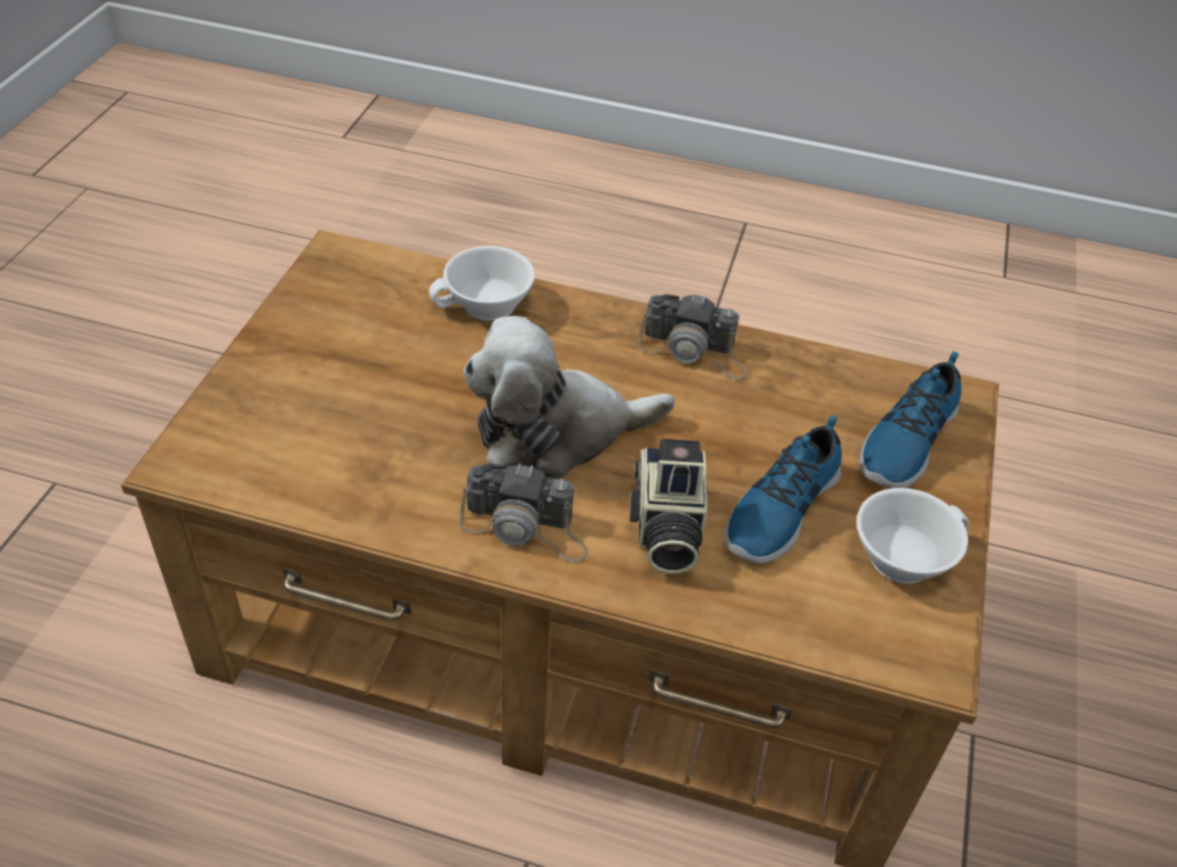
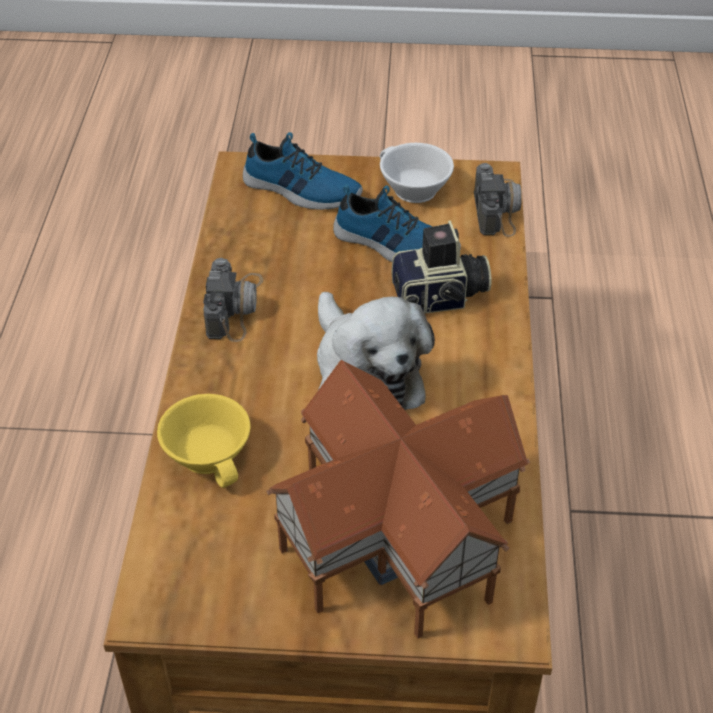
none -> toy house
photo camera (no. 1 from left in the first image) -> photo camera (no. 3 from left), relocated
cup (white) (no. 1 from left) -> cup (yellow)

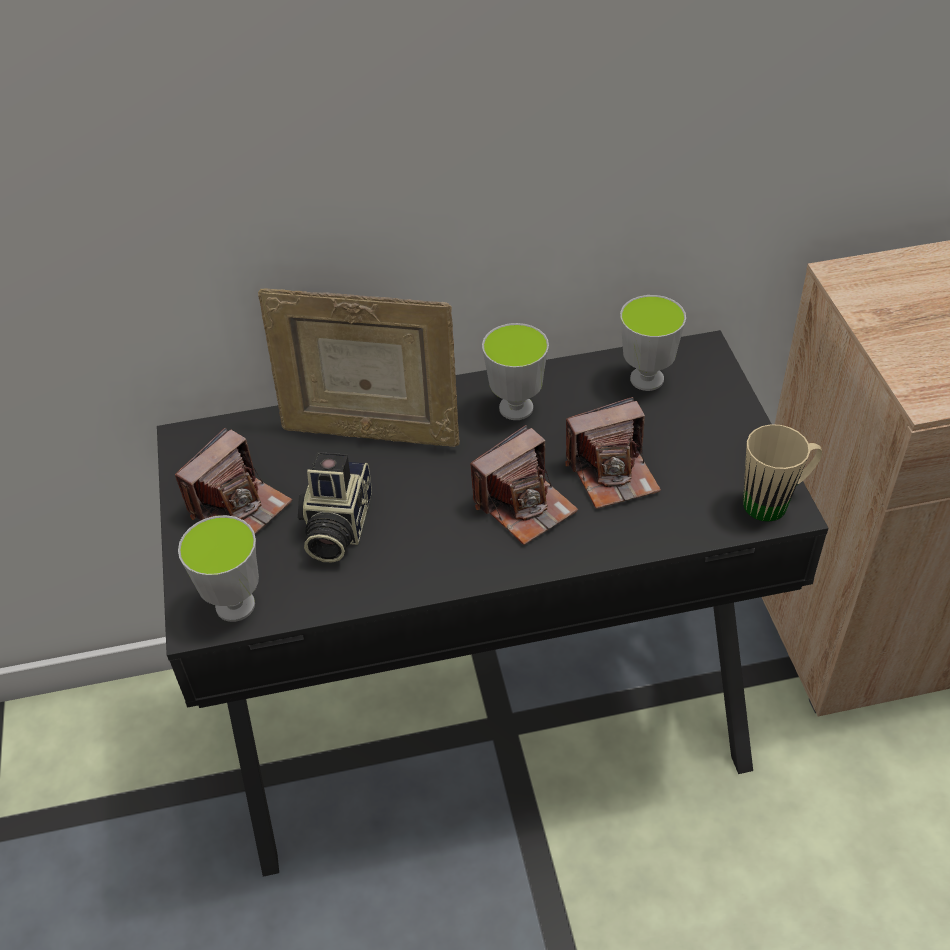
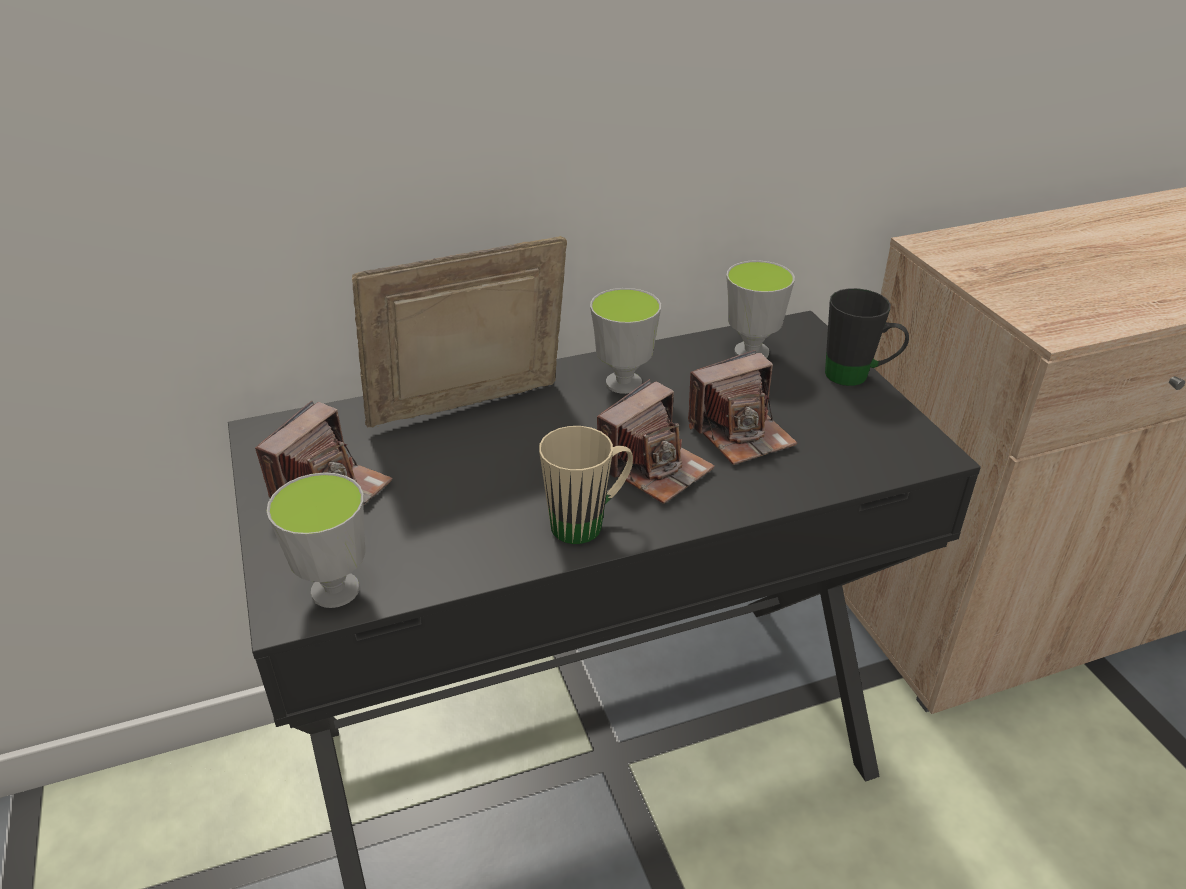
photo camera (no. 2 from left) -> none
none -> mug (black)
mug (beige), relocated
picture frame, 150 degrees clockwise

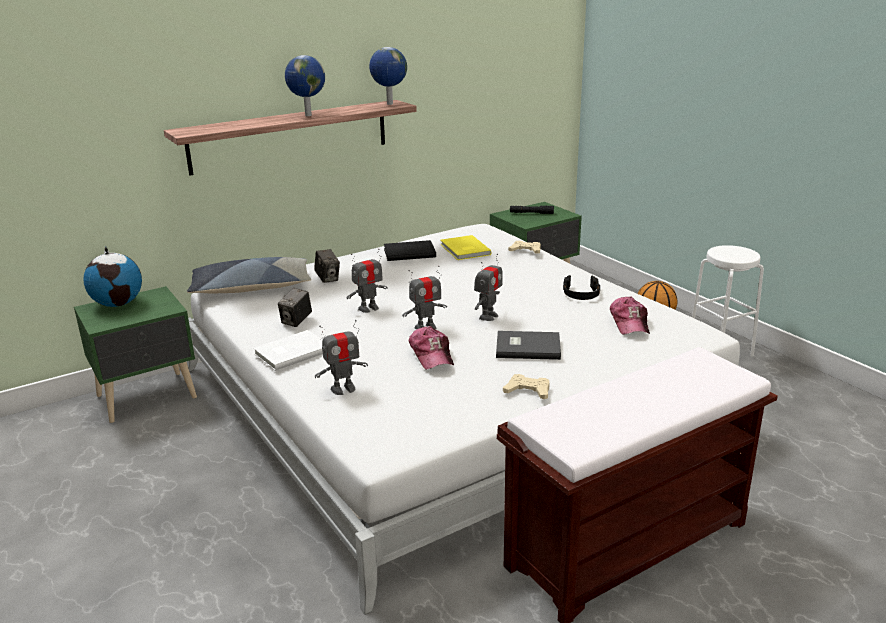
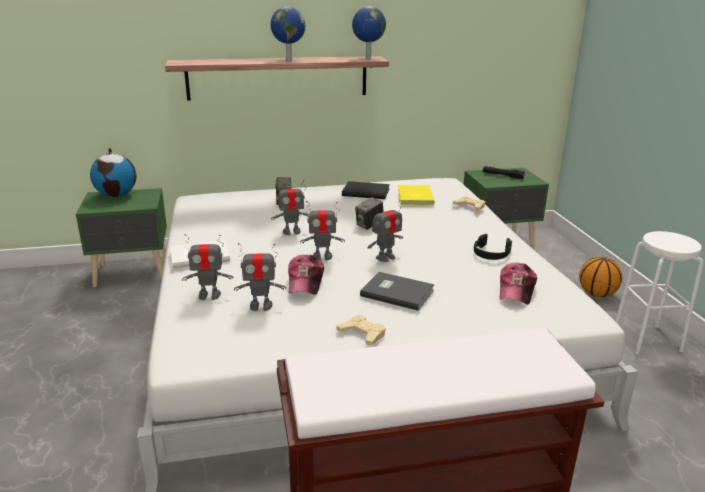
pillow -> none
none -> toy robot (no. 2 from left)
photo camera (no. 1 from left in the first image) -> photo camera (no. 2 from left), relocated

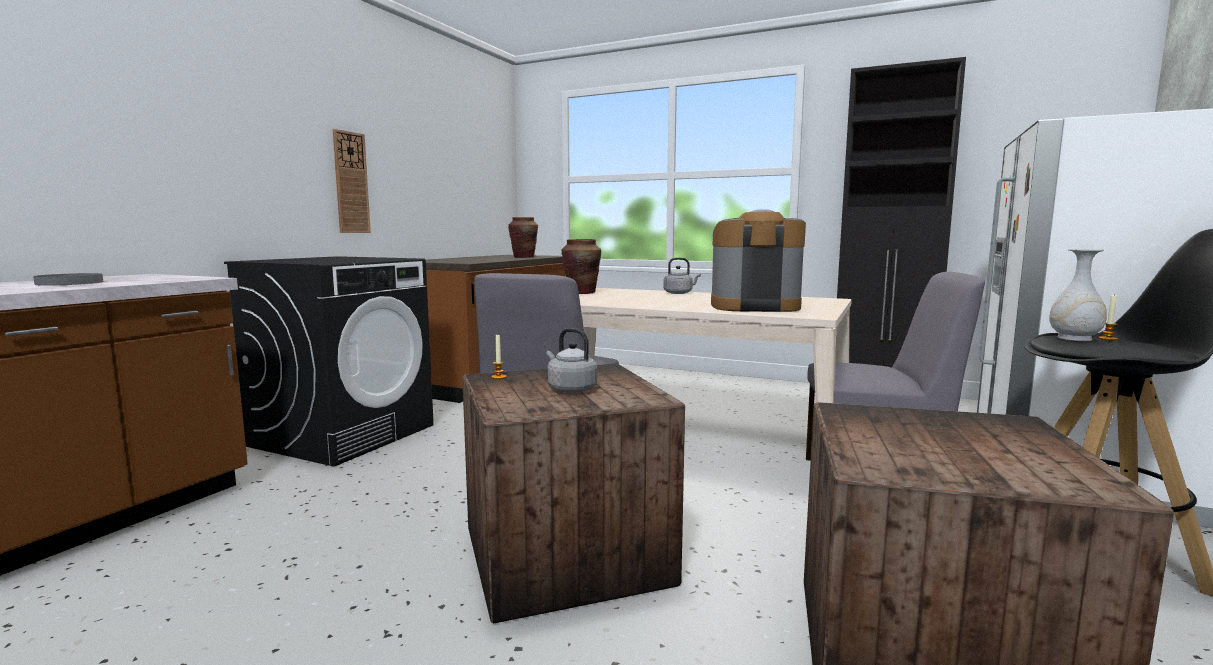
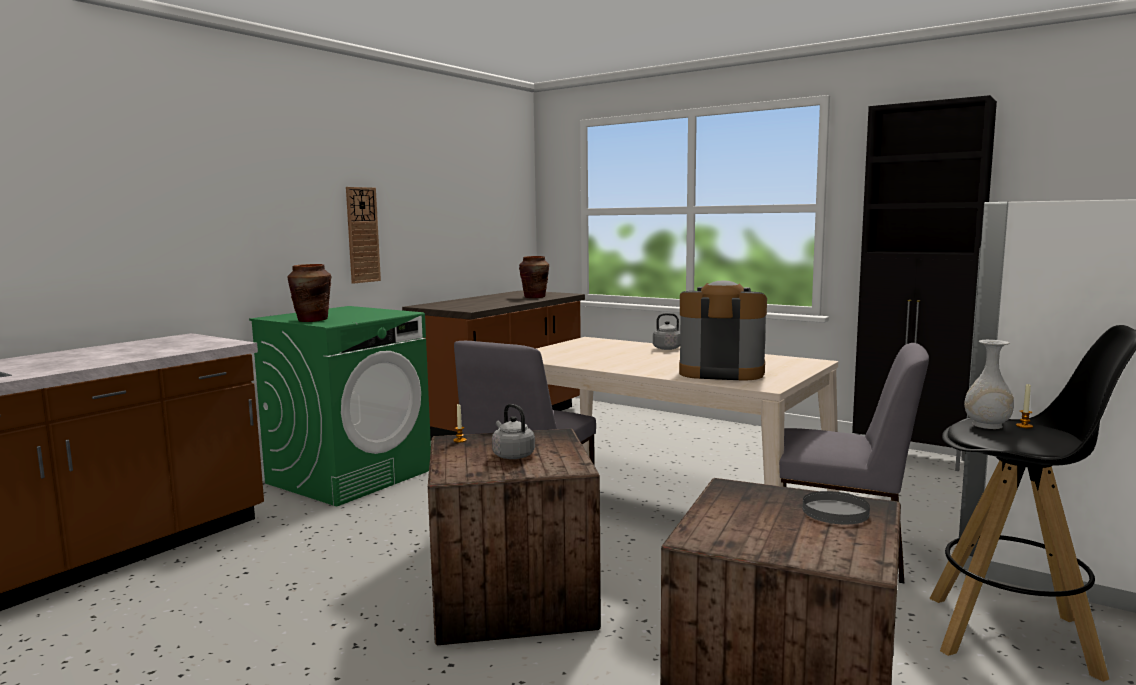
plate (grey), relocated
vase (brown) (no. 2 from left in the first image) -> vase (brown) (no. 1 from left), relocated
washing machine (black) -> washing machine (green)

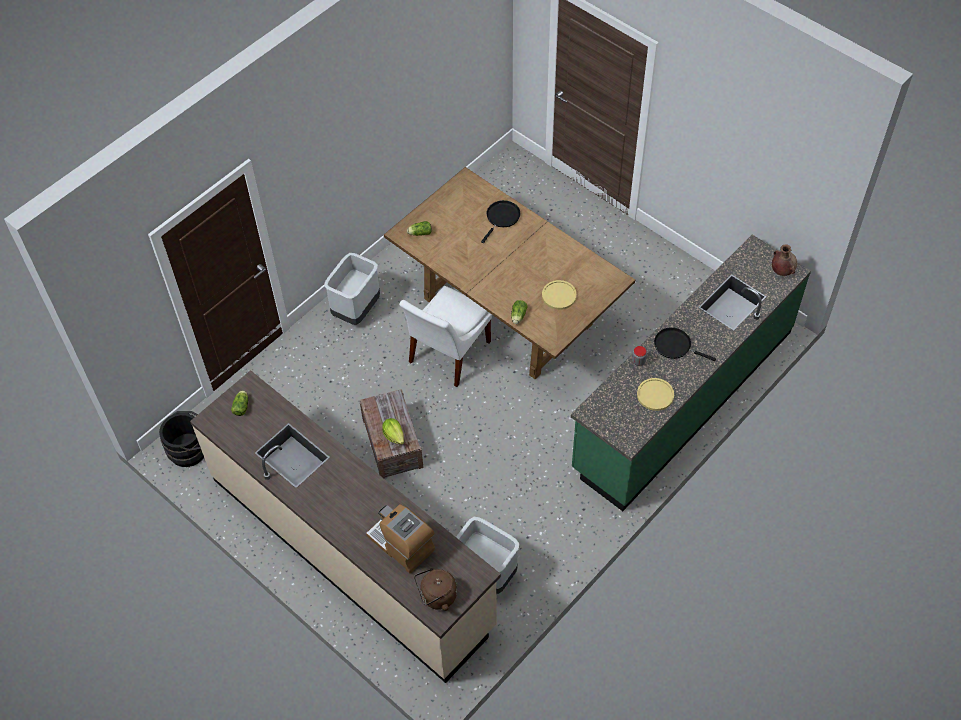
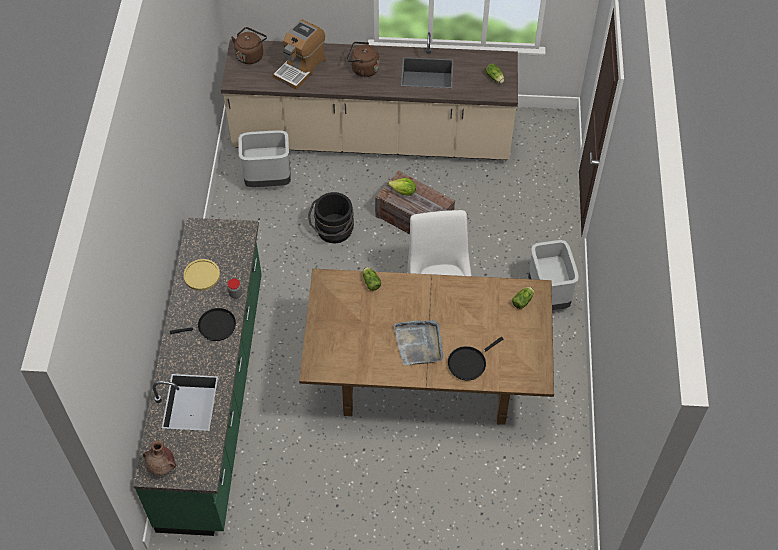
plate (yellow) (no. 1 from left) -> none
none -> kettle (brown) (no. 2 from left)
none -> tray (grey)
bucket (black), relocated
coffee machine, 120 degrees clockwise
frying pan (black) (no. 1 from left in the first image) -> frying pan (black) (no. 2 from left), 60 degrees clockwise

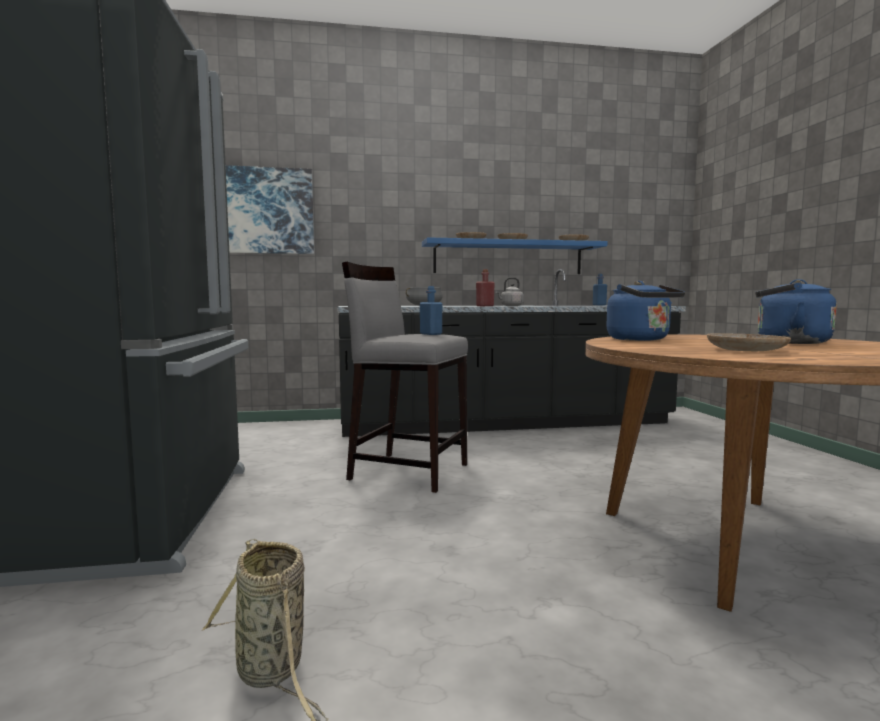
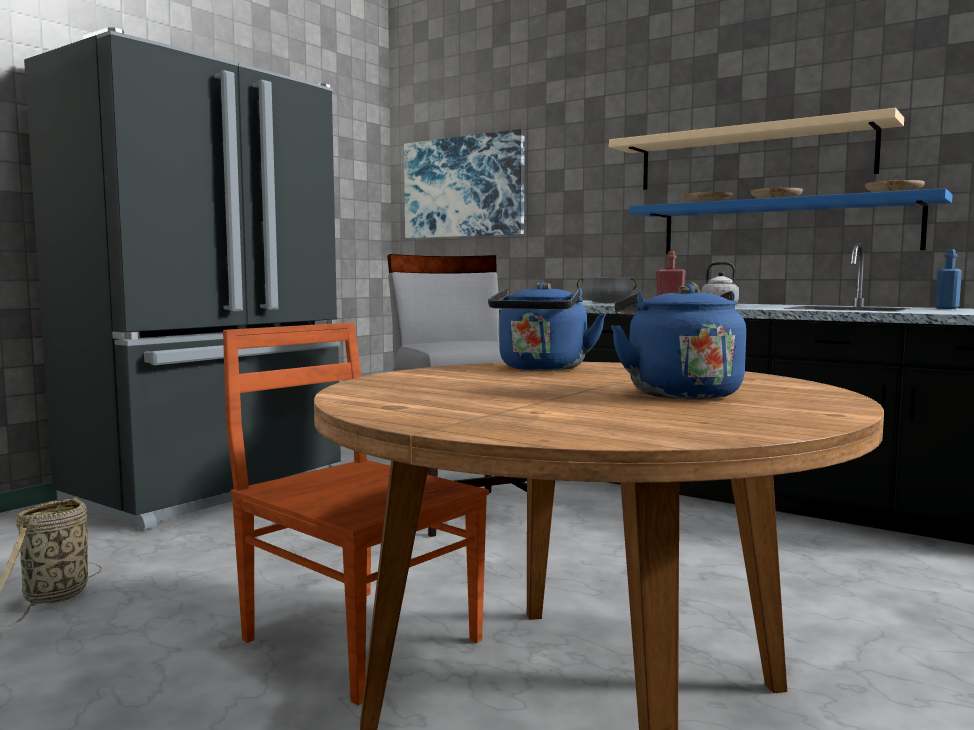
bottle (blue) (no. 1 from left) -> none
plate (beige) (no. 4 from left) -> none
none -> chair (brown)
none -> shelf (beige)

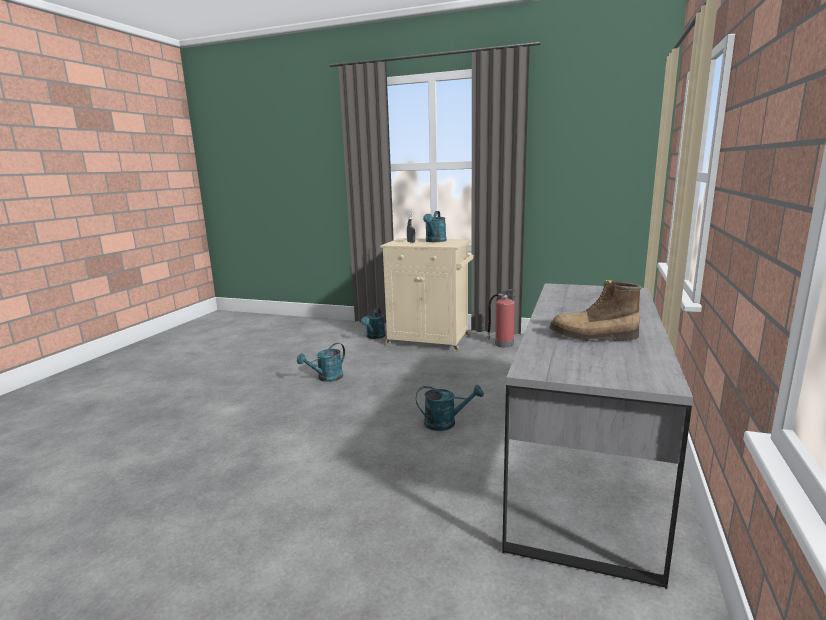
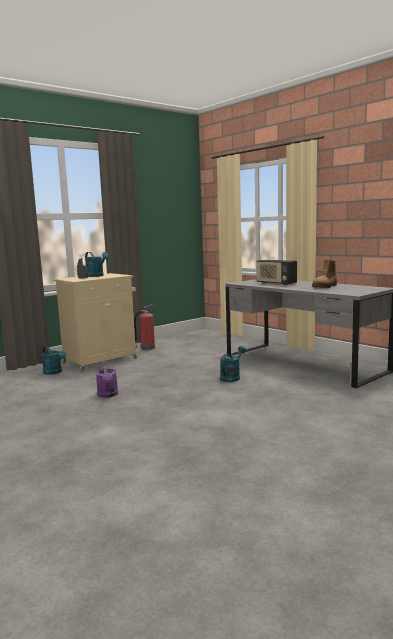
none -> radio
watering can (turquoise) (no. 1 from left) -> watering can (purple)

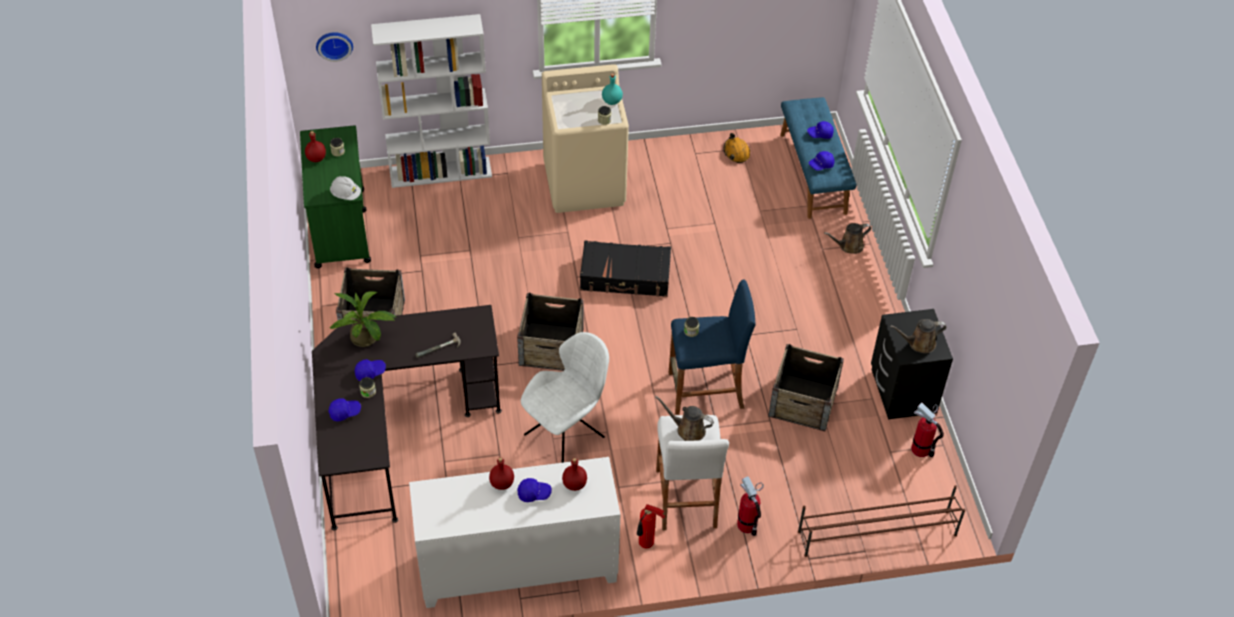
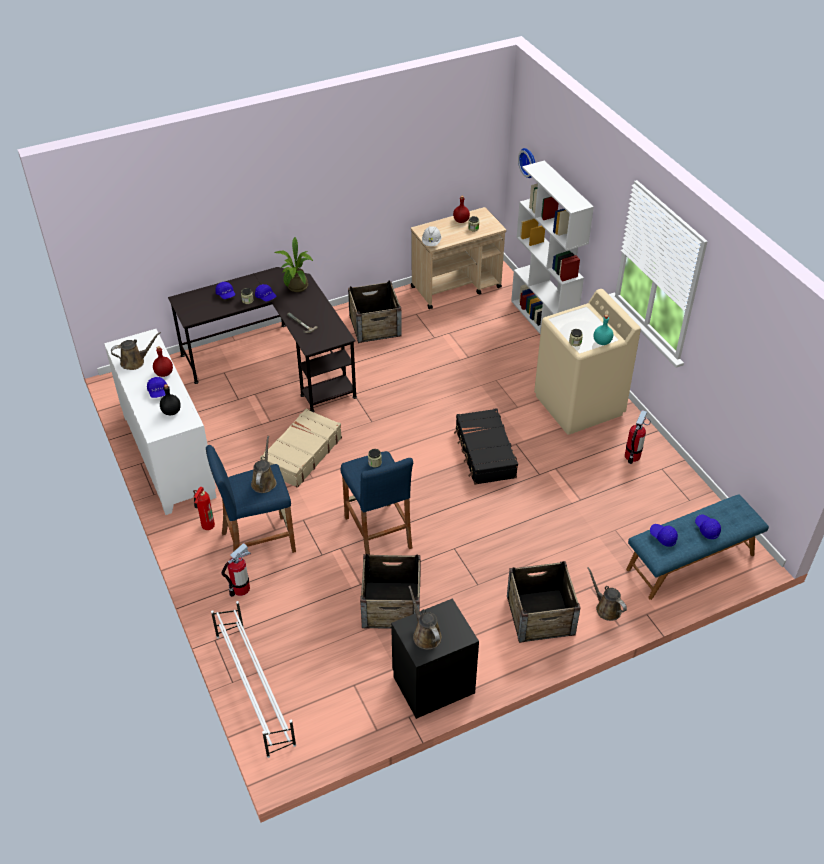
hard hat (orange) -> none
none -> watering can (brown) (no. 1 from left)
crate (no. 2 from left in the first image) -> crate (no. 3 from left), relocated
fire extinguisher (no. 3 from left), relocated
chair (white) -> suitcase (beige)
cart (green) -> cart (beige)
bottle (red) (no. 3 from left) -> bottle (black)
stool (white) -> stool (blue) (no. 1 from left)
shoe rack (brown) -> shoe rack (white)

